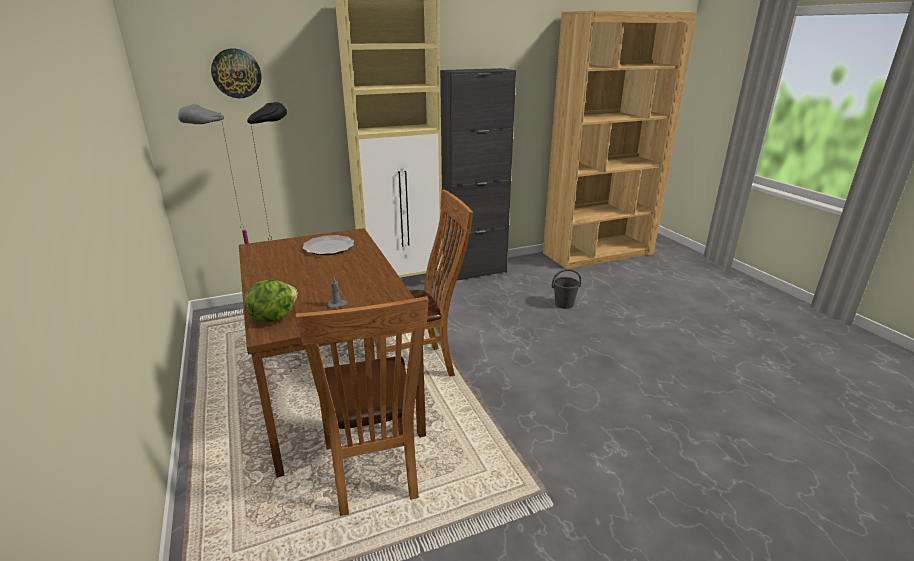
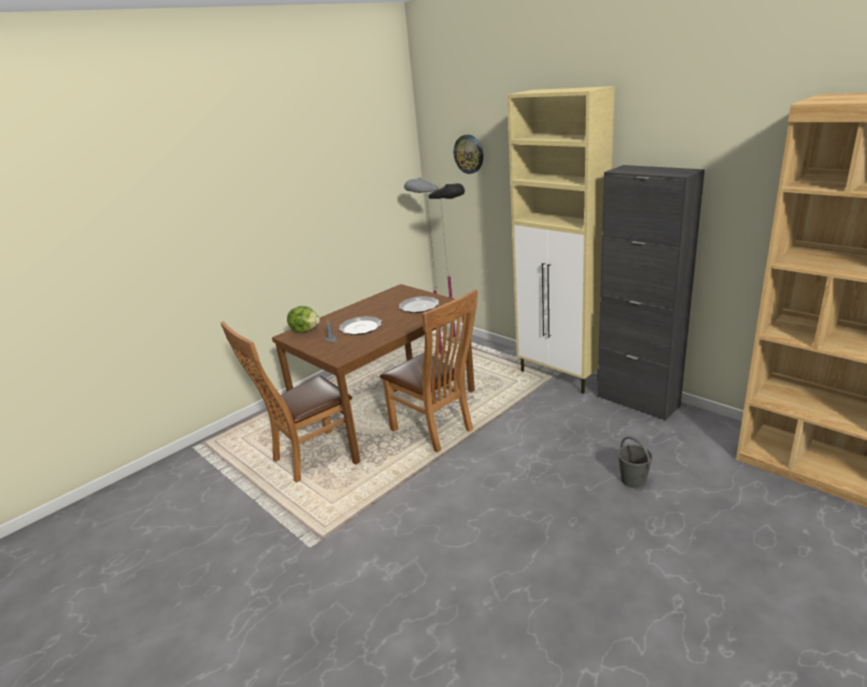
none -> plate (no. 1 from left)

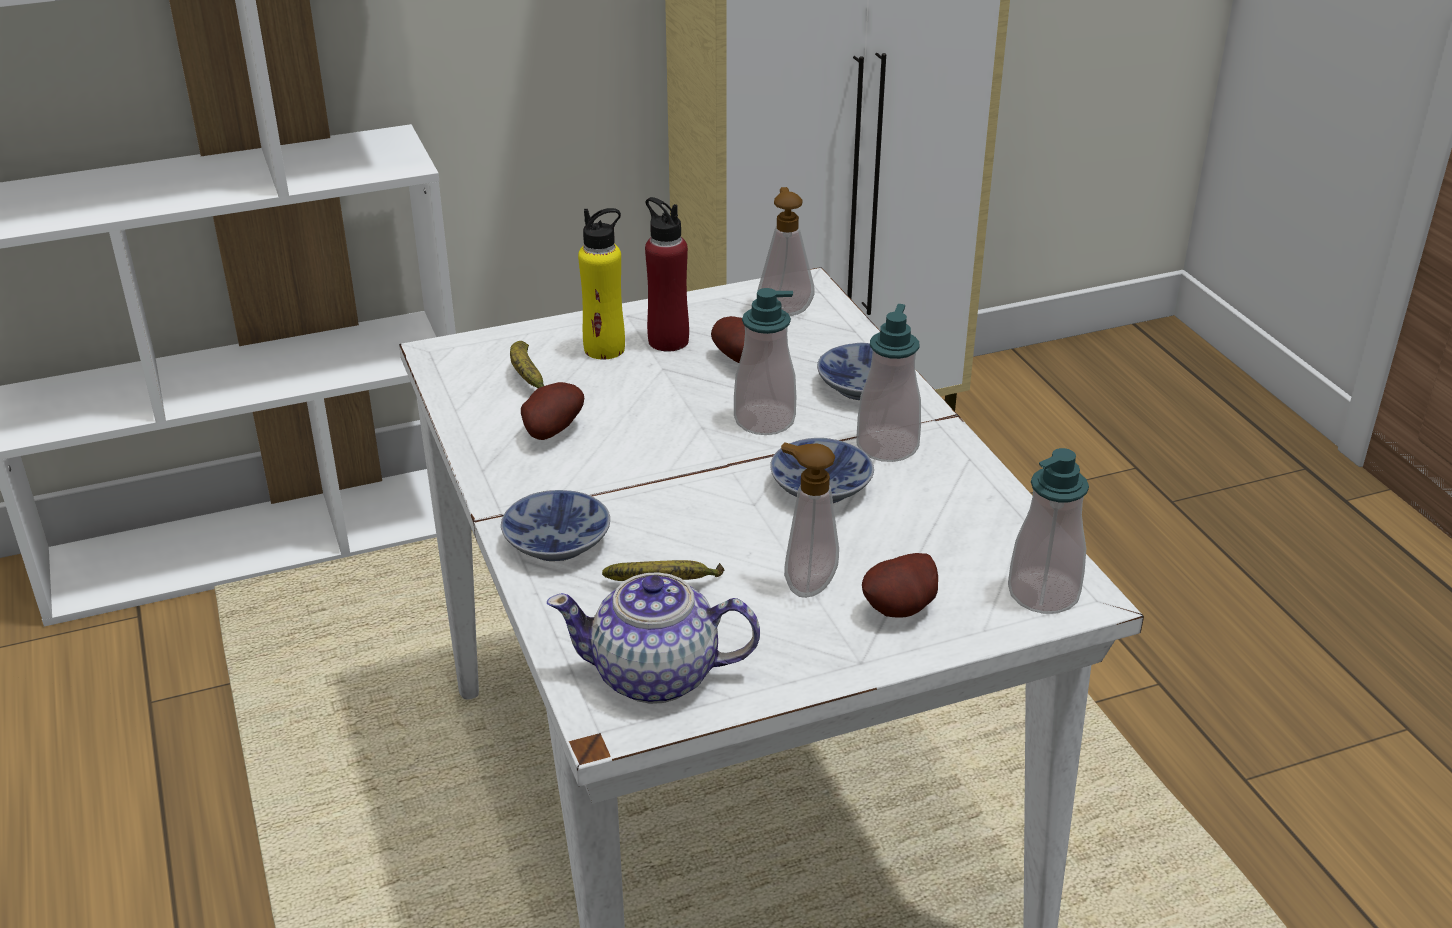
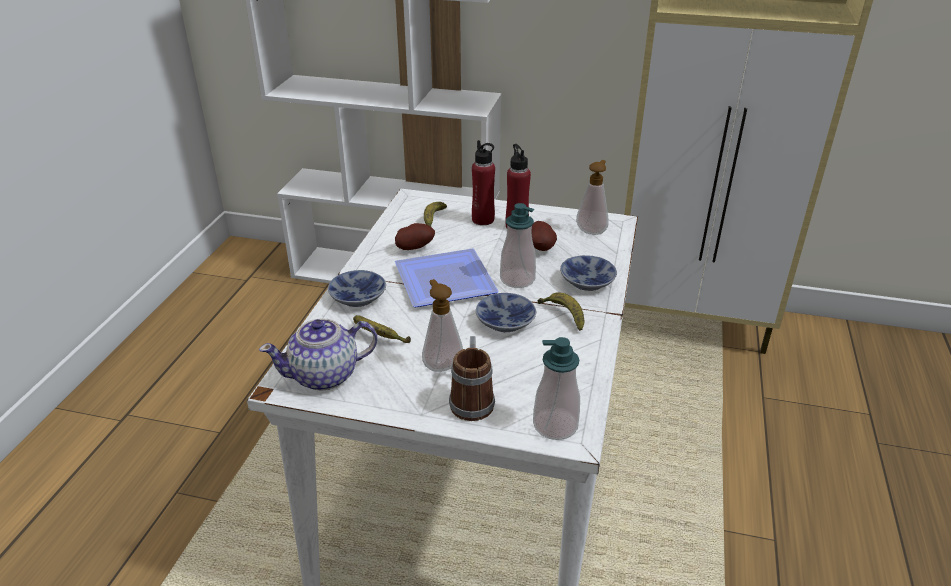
none -> plate
soap dispenser (no. 4 from left) -> banana (no. 3 from left)
potato (no. 3 from left) -> mug
bottle (yellow) -> bottle (red) (no. 1 from left)
teapot, 60 degrees counterclockwise

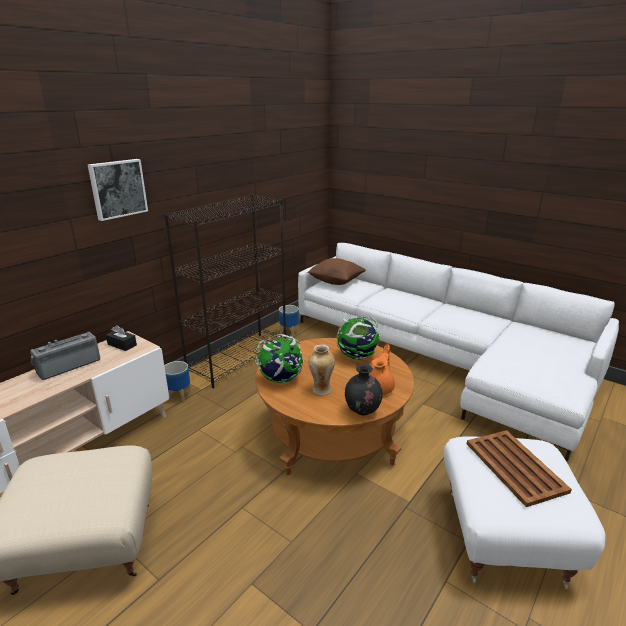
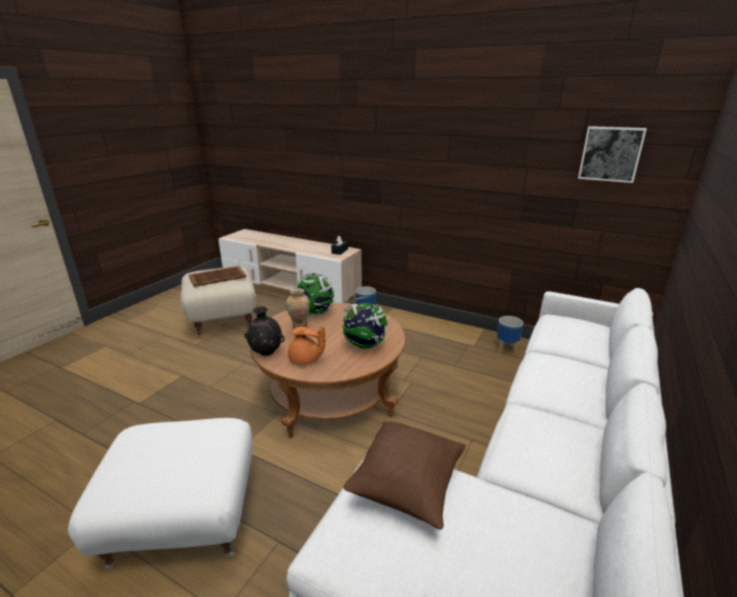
radio -> none
bookcase (black) -> none
picture, relocated
pillow (brown), relocated
tray (brown), relocated

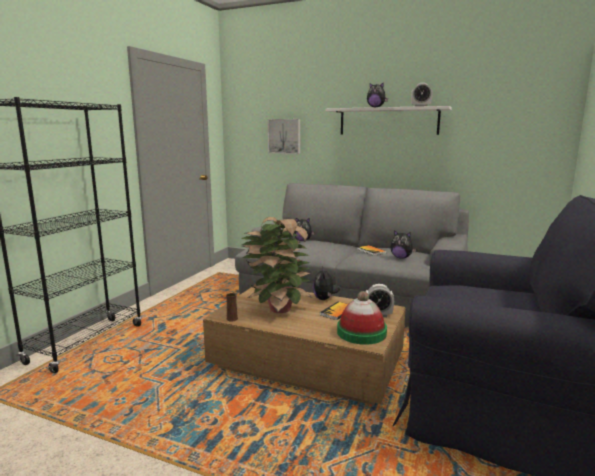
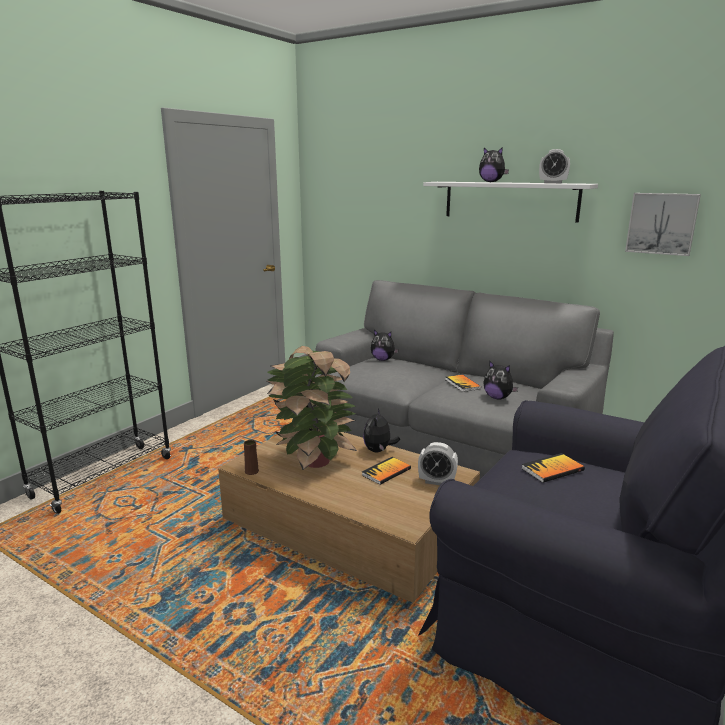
hat -> none
none -> book (no. 3 from left)
picture, relocated

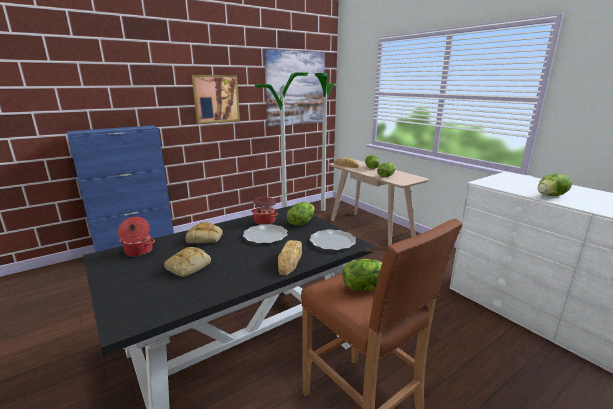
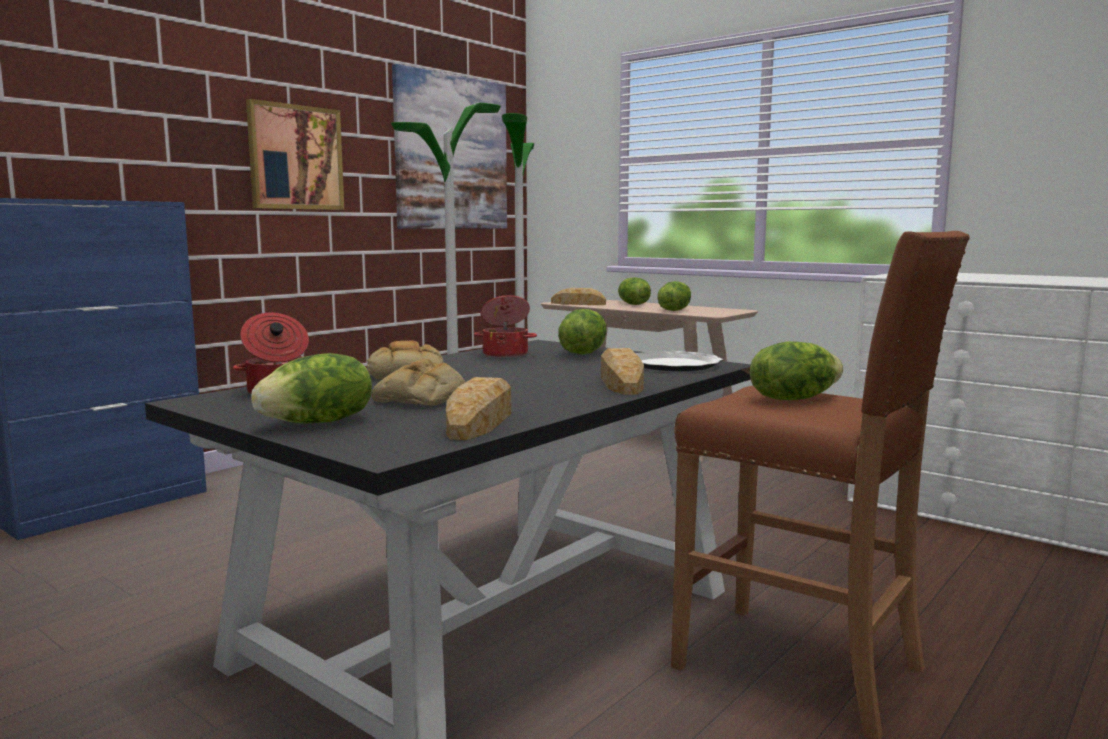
plate (no. 1 from left) -> none
none -> bread (no. 3 from left)
lettuce (no. 5 from left in the first image) -> lettuce (no. 1 from left), relocated

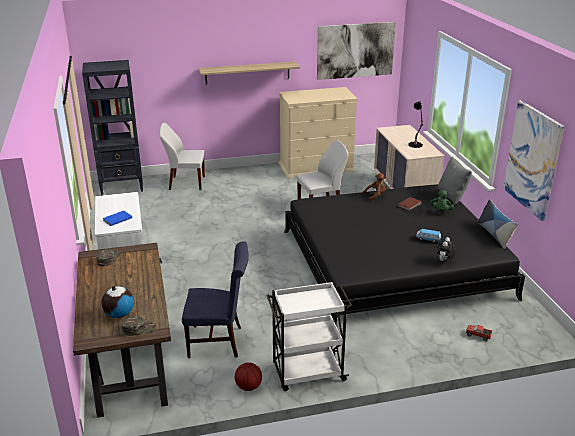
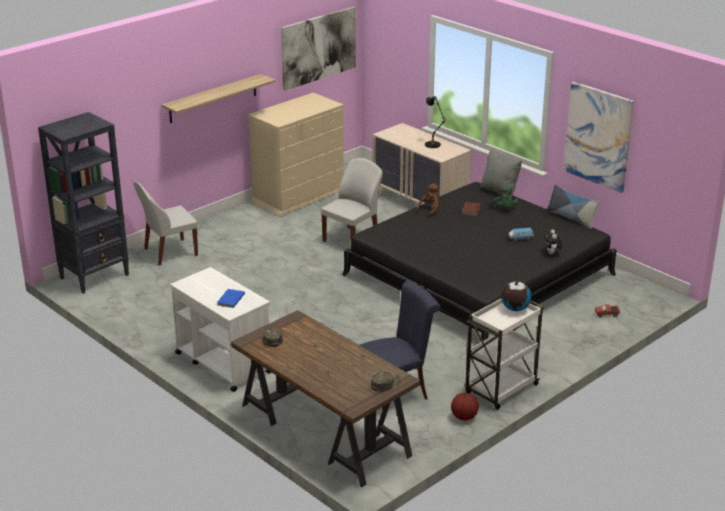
globe, relocated

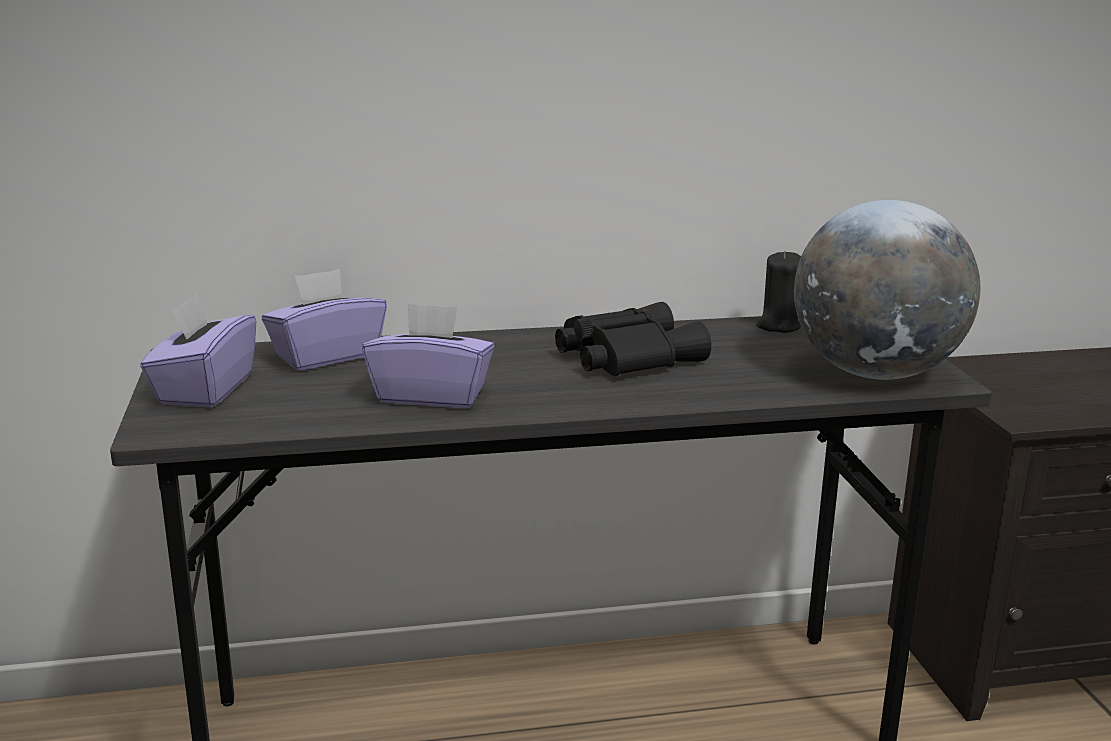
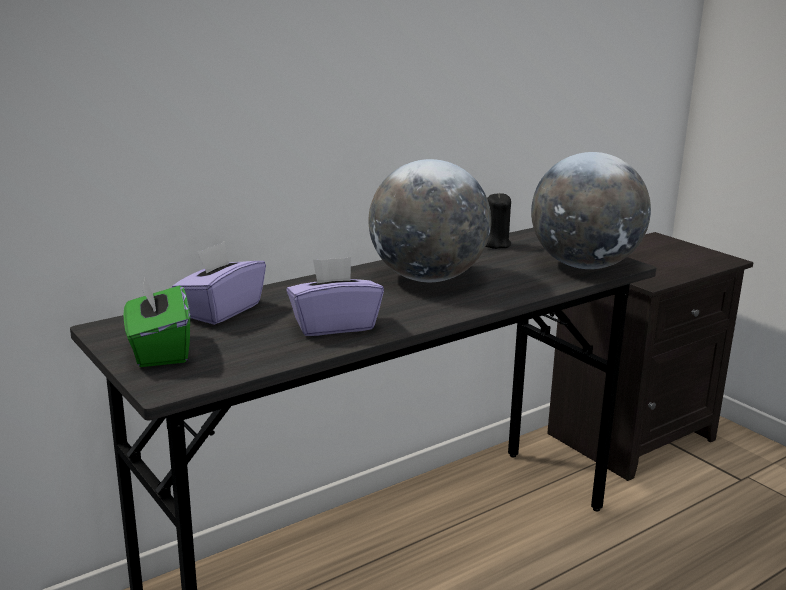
binoculars (black) -> globe (no. 1 from left)
tissue box (purple) (no. 1 from left) -> tissue box (green)

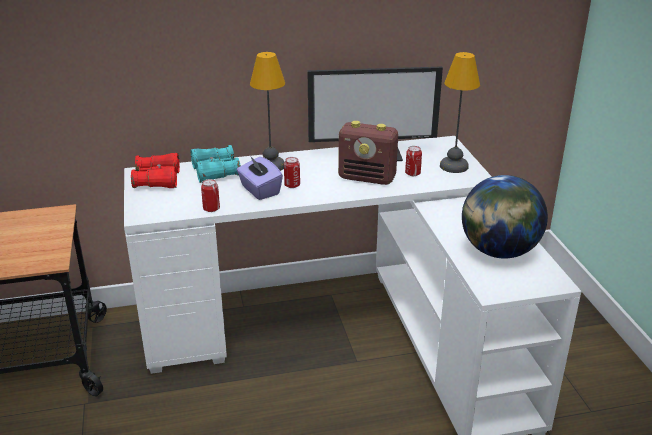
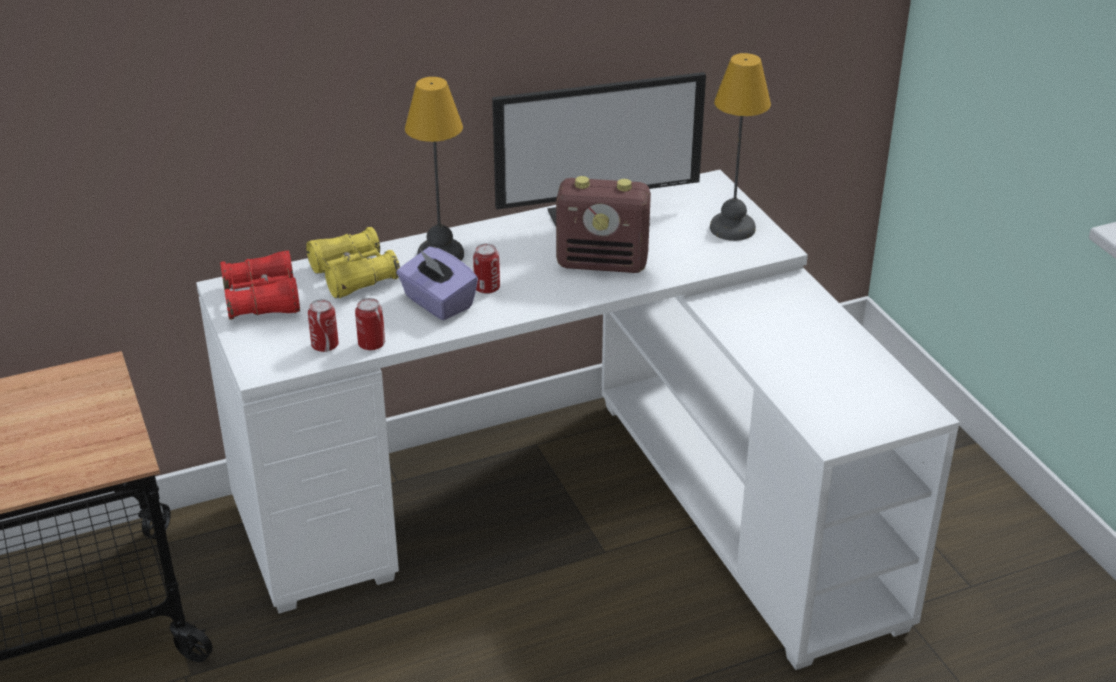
globe -> none
can (no. 3 from left in the first image) -> can (no. 1 from left), relocated
binoculars (turquoise) -> binoculars (yellow)

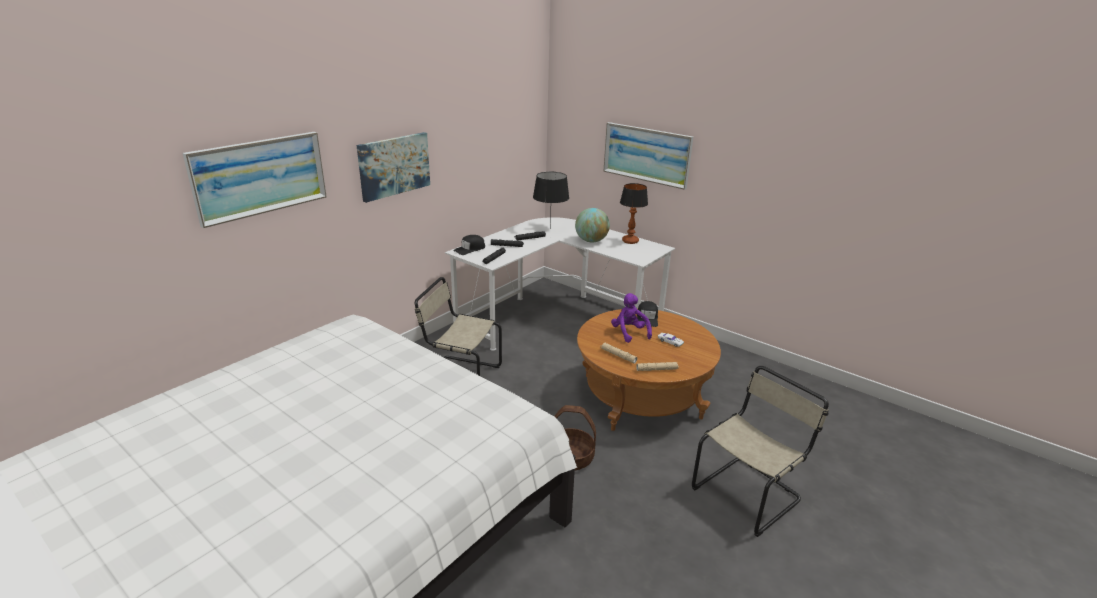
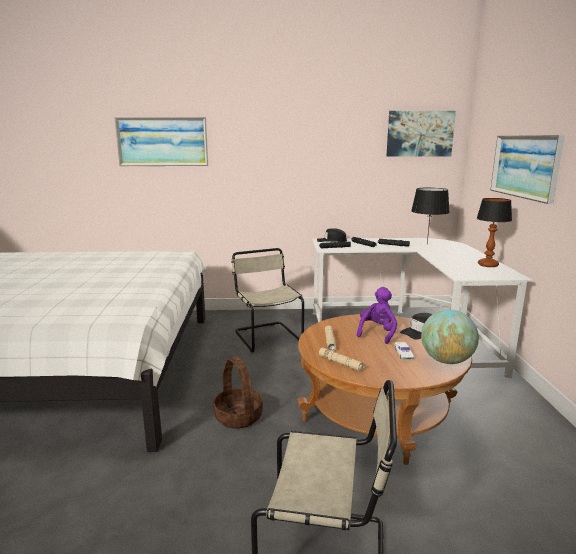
picture (no. 2 from left), relocated
globe, relocated

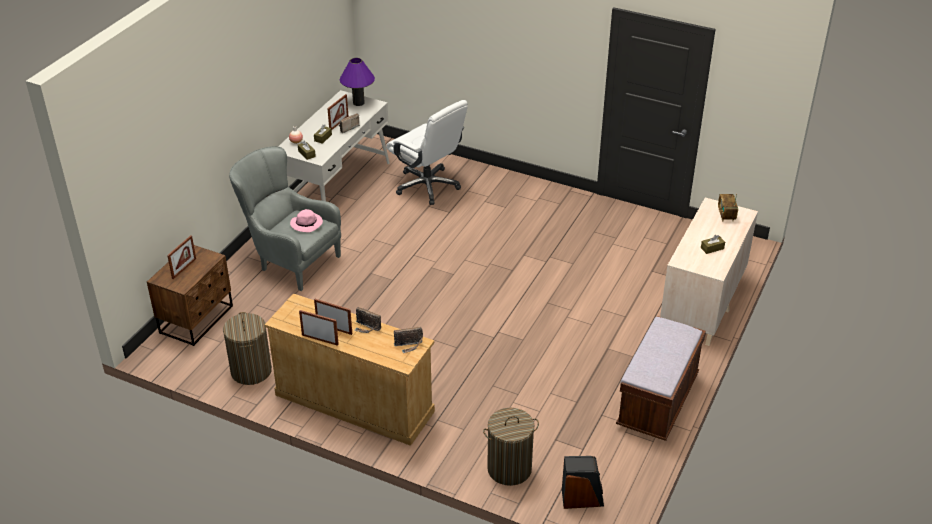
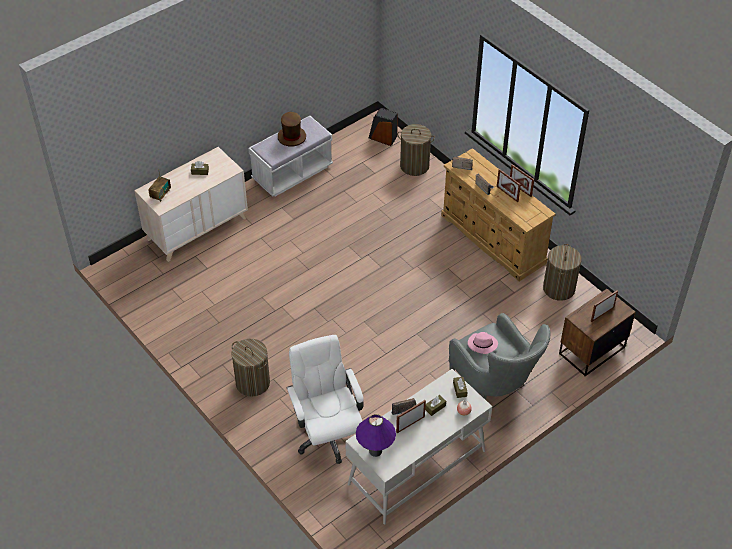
none -> laundry basket (no. 1 from left)
none -> hat (brown)
bench (brown) -> bench (white)

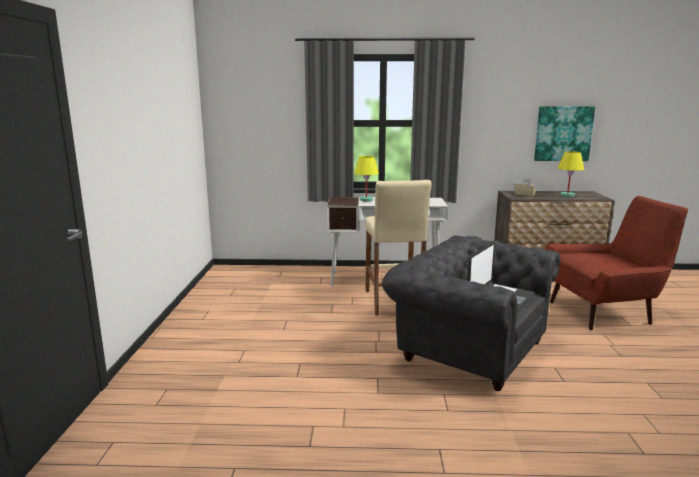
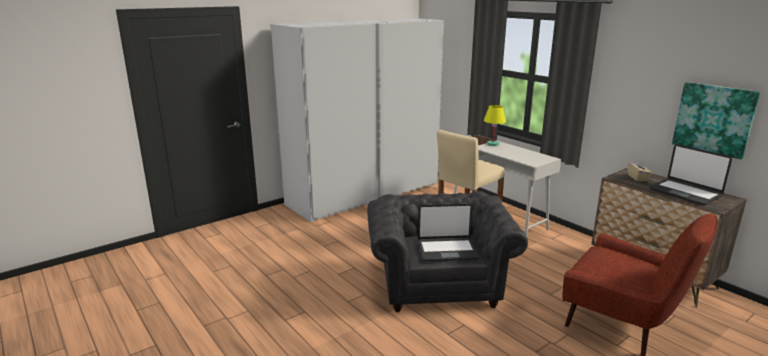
none -> wardrobe (white)
table lamp (yellow) (no. 2 from left) -> laptop (no. 2 from left)

